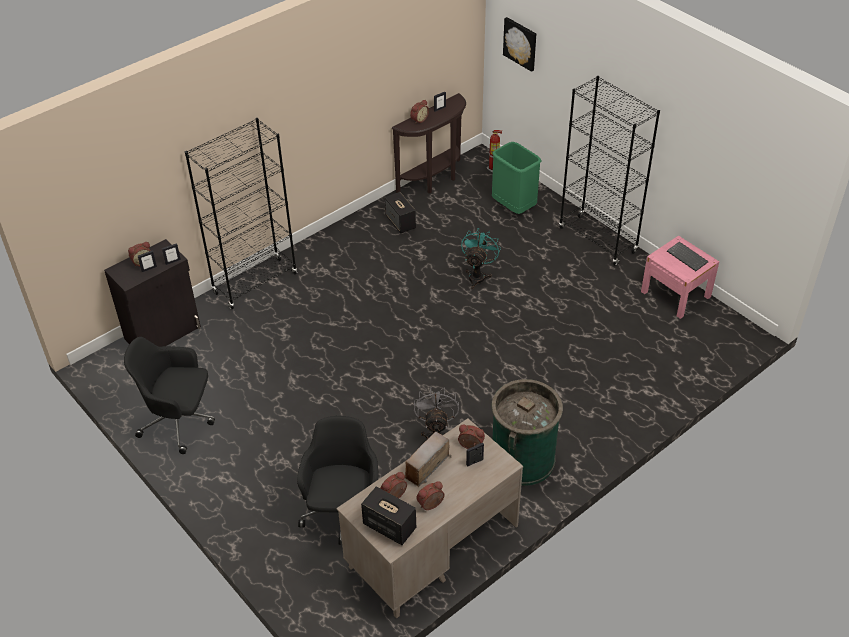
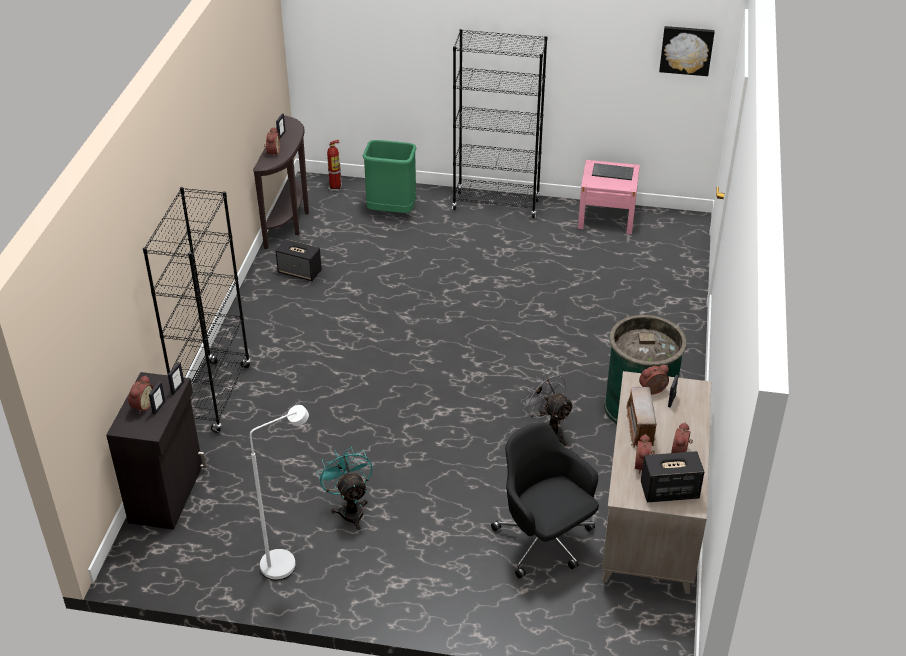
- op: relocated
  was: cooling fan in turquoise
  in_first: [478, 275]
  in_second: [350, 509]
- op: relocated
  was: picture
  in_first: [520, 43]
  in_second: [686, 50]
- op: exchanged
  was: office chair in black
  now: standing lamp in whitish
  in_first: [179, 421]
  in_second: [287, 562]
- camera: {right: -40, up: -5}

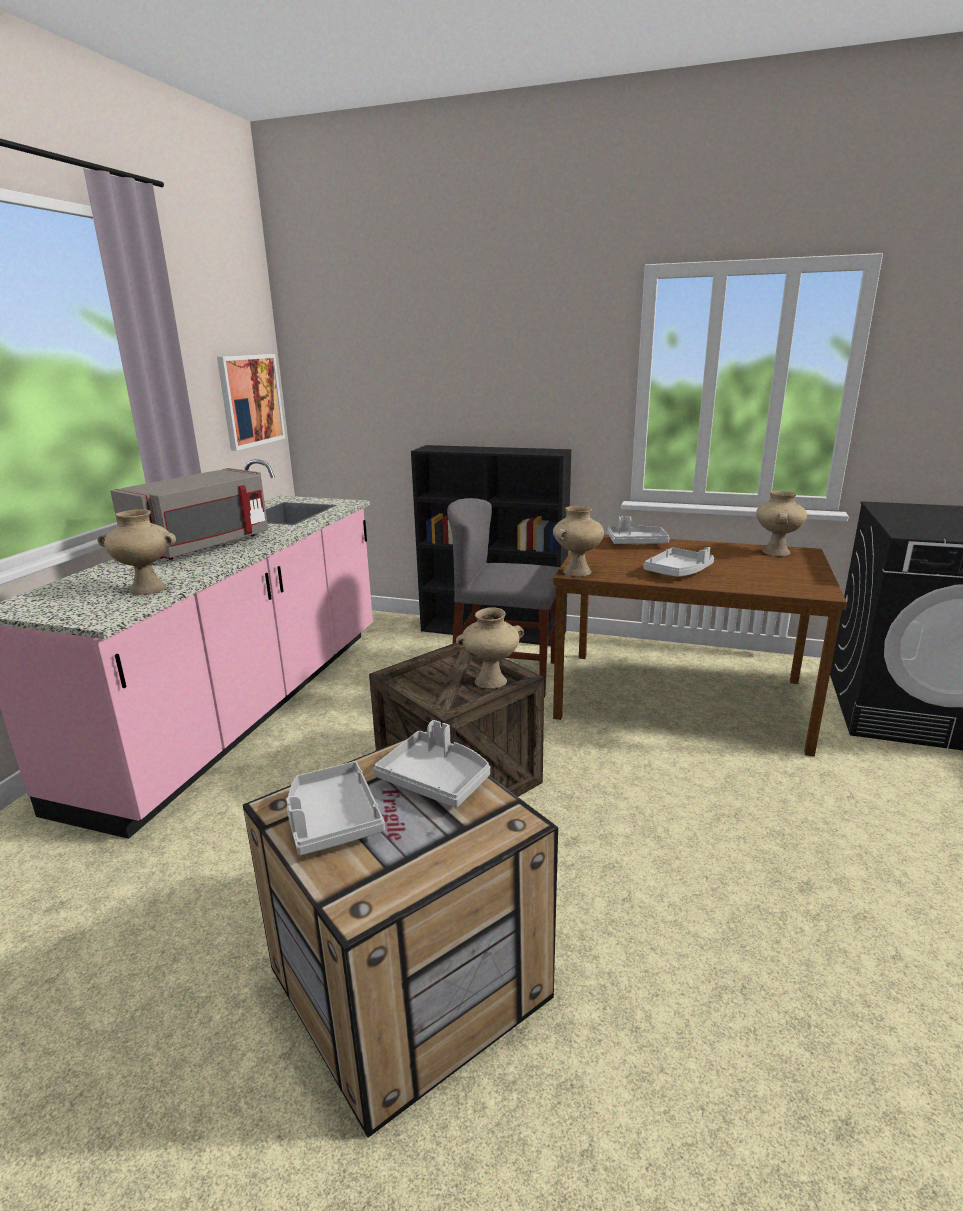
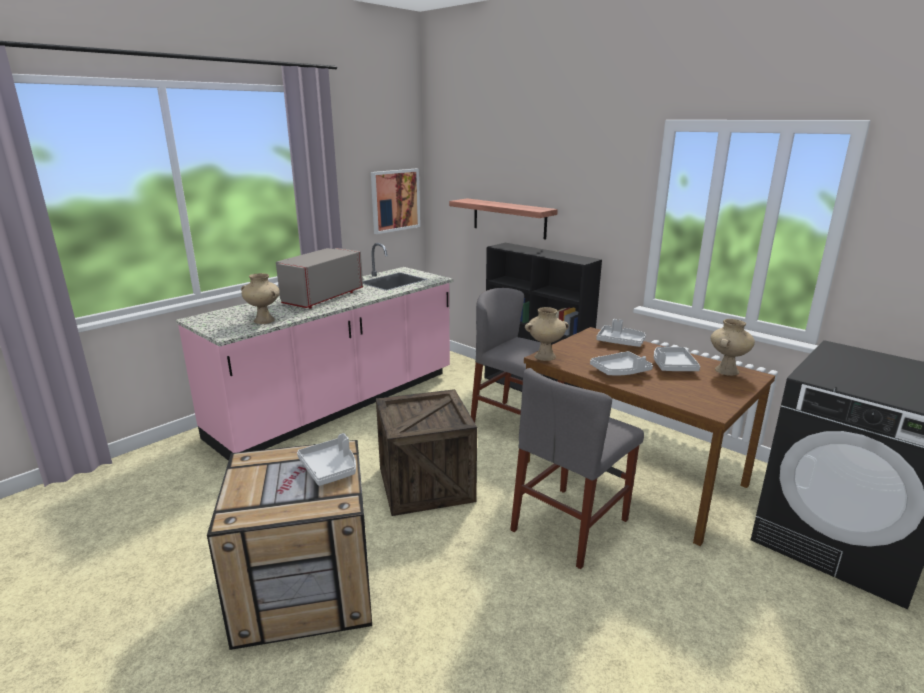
- op: missing
  was: flower vase in beige-coloured
  in_first: [490, 682]
- op: appeared
  now: wall shelf
  in_second: [509, 218]
- op: appeared
  now: plain chair in grey
  in_second: [570, 525]
- op: relocated
  was: serving tray in grey
  in_first: [332, 820]
  in_second: [672, 366]
- op: spun
  was: microwave in grey
  in_first: [204, 546]
  in_second: [321, 297]
  clockwise: 150
- camera: {right: 25, up: 0}

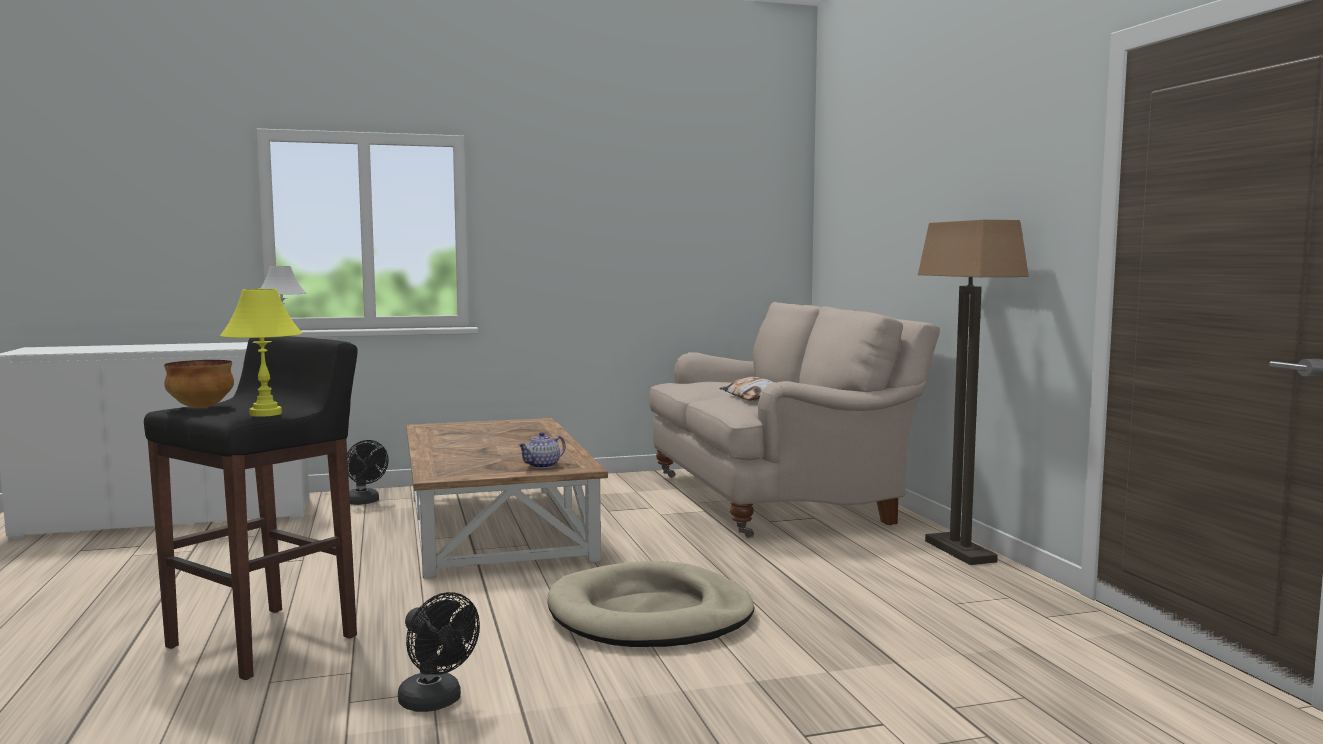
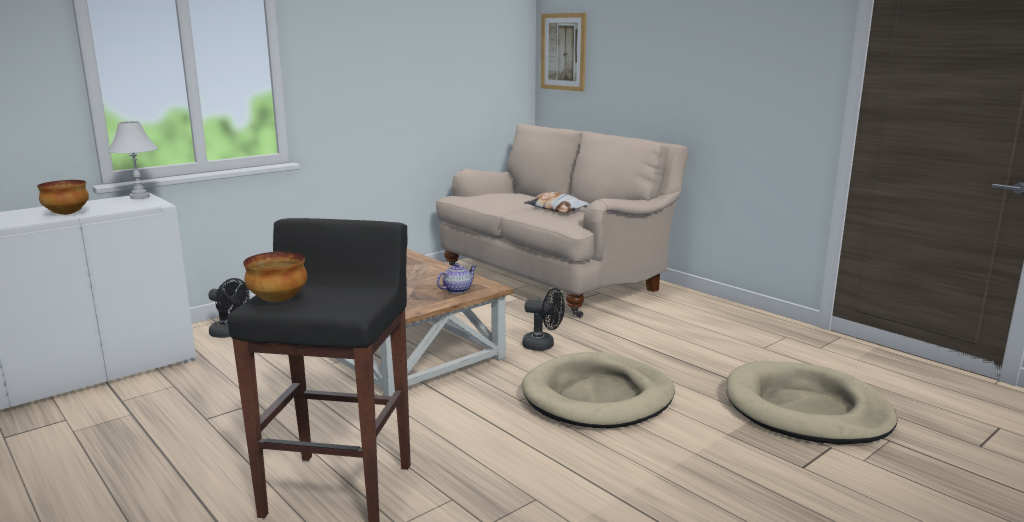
- op: missing
  was: tabletop lamp in yellow-coloured
  in_first: [265, 414]
- op: missing
  was: standing lamp
  in_first: [960, 551]
- op: appeared
  now: serving bowl
  in_second: [67, 214]
- op: appeared
  now: picture
  in_second: [563, 52]
- op: appeared
  now: dog bed in beige-coloured
  in_second: [806, 410]
- op: relocated
  was: cooling fan in black
  in_first: [436, 702]
  in_second: [543, 346]
- op: spun
  was: tea pot
  in_first: [543, 466]
  in_second: [456, 290]
  clockwise: -150
- camera: {right: -25, up: 10}

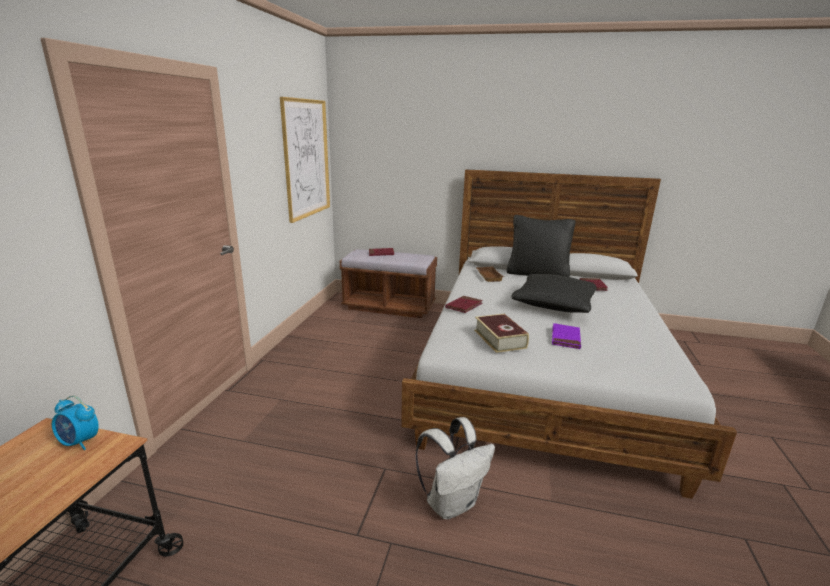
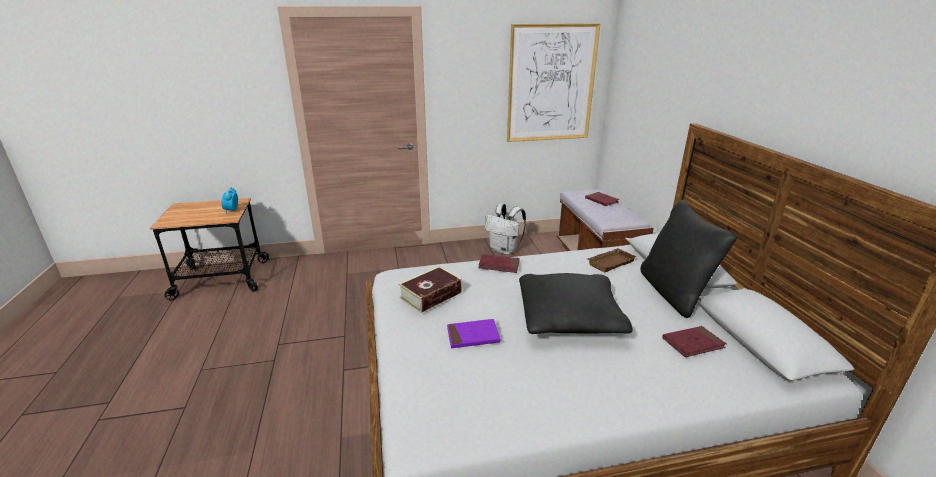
- op: relocated
  was: backpack in whitish
  in_first: [452, 502]
  in_second: [504, 250]
- camera: {right: 65, up: 5}

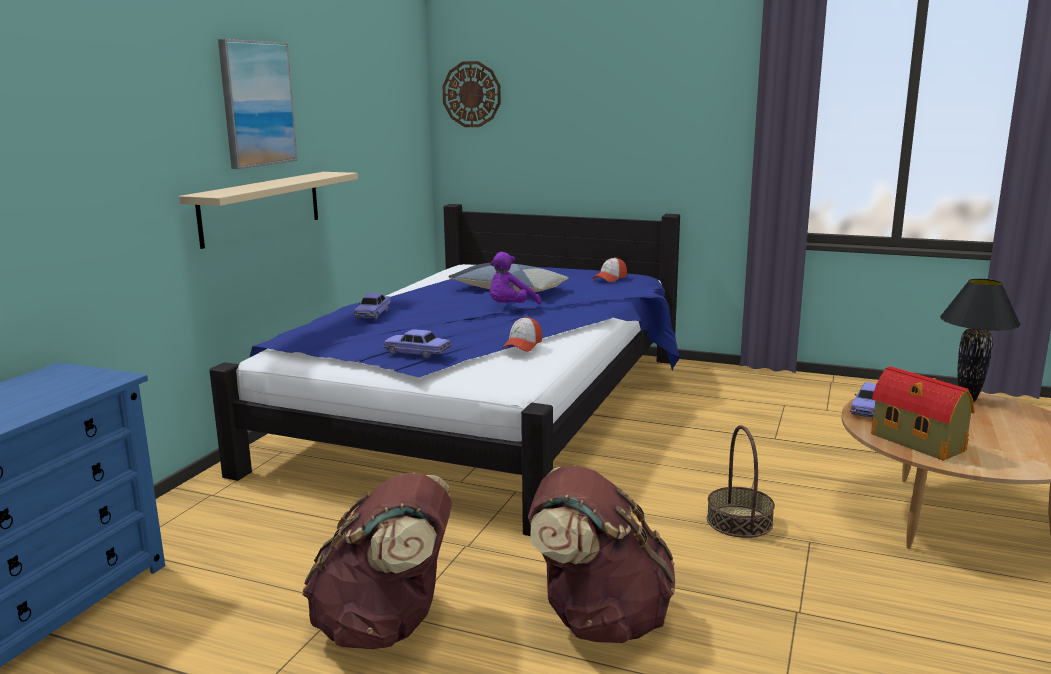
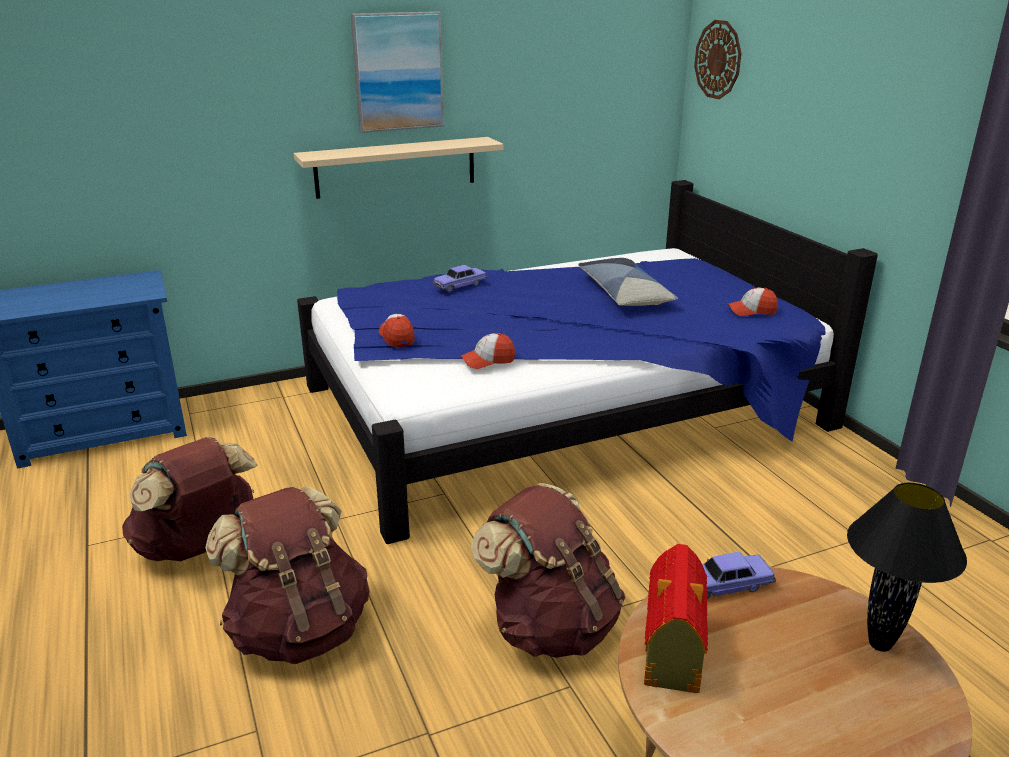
- op: missing
  was: cuddly toy in purple-coloured
  in_first: [510, 308]
- op: exchanged
  was: toy car
  now: peaked cap
  in_first: [417, 353]
  in_second: [396, 337]
- op: exchanged
  was: basket
  now: backpack in brownish
  in_first: [739, 521]
  in_second: [550, 626]
- camera: {right: 45, up: 10}

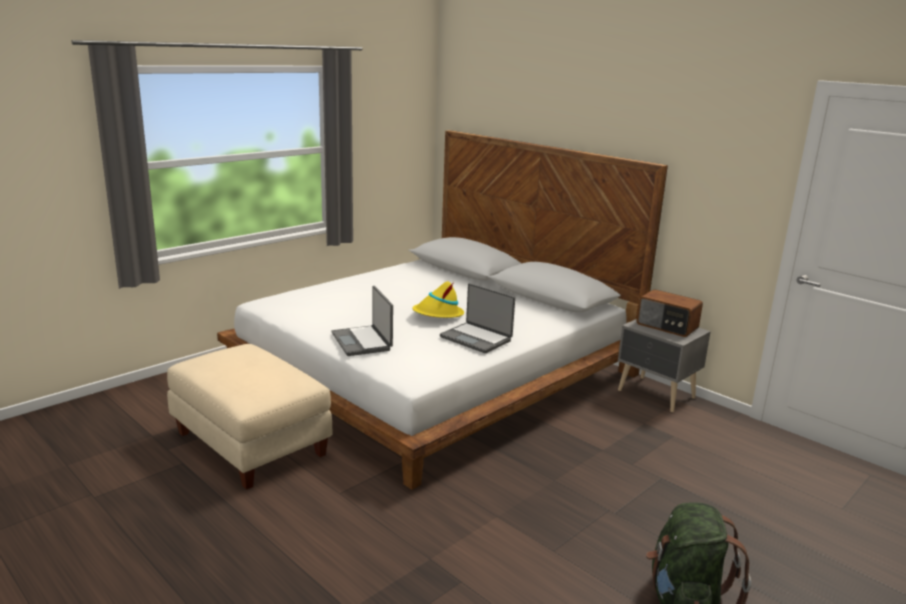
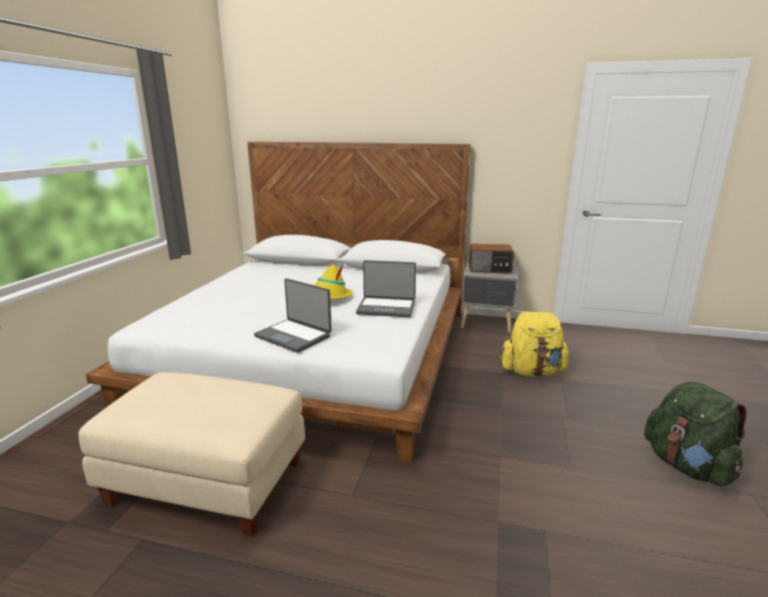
- op: appeared
  now: backpack in yellow-coloured
  in_second: [532, 371]
- camera: {right: -30, up: 0}

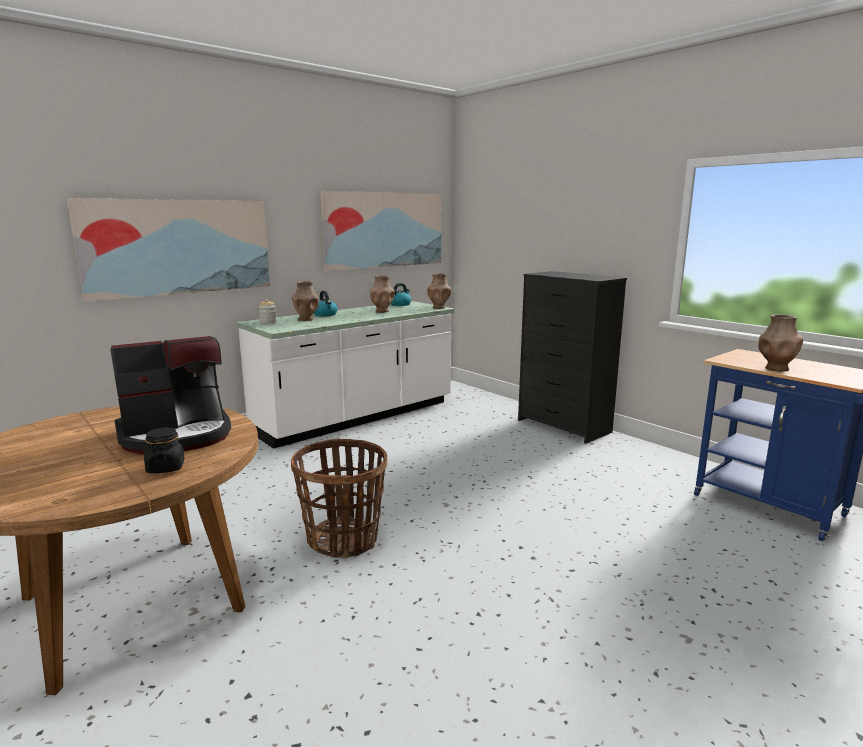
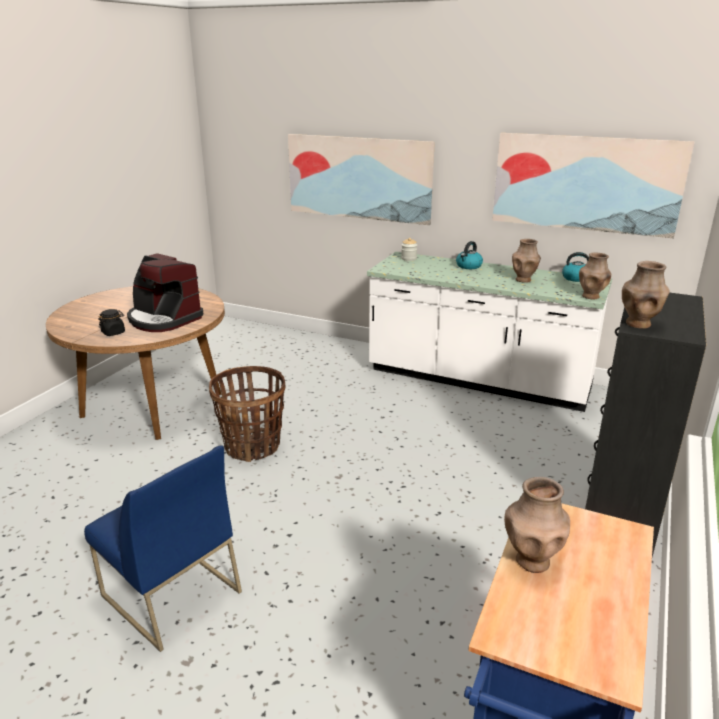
- op: appeared
  now: plain chair in blue
  in_second: [170, 594]
- op: relocated
  was: flower vase in brownish
  in_first: [306, 319]
  in_second: [638, 324]
- camera: {right: 65, up: 10}

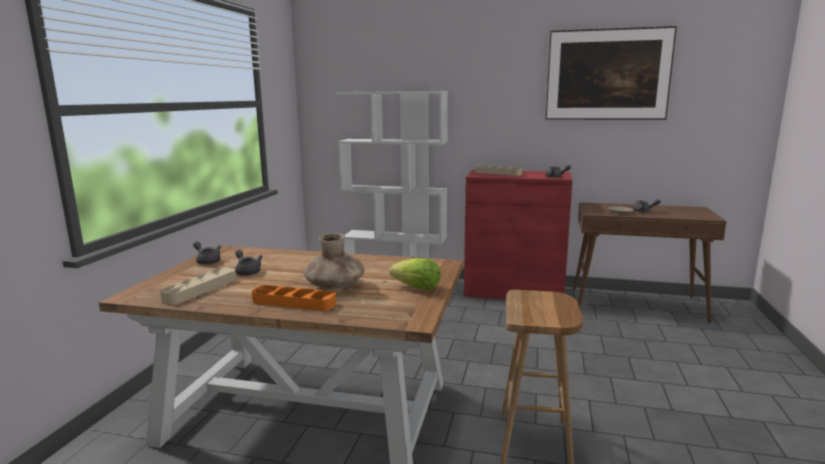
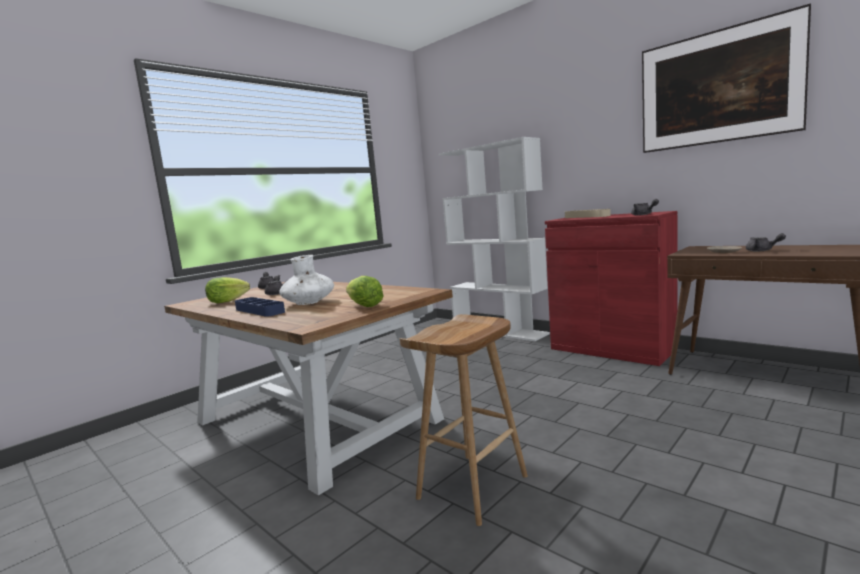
- op: exchanged
  was: serving tray in beige-coloured
  now: lettuce
  in_first: [200, 289]
  in_second: [227, 301]
- op: colour
  was: serving tray in orange
  now: serving tray in blue
  in_first: [294, 302]
  in_second: [259, 311]
- op: colour
  was: flower vase in brownish
  now: flower vase in whitish
  in_first: [335, 286]
  in_second: [309, 303]
- camera: {right: 30, up: -5}

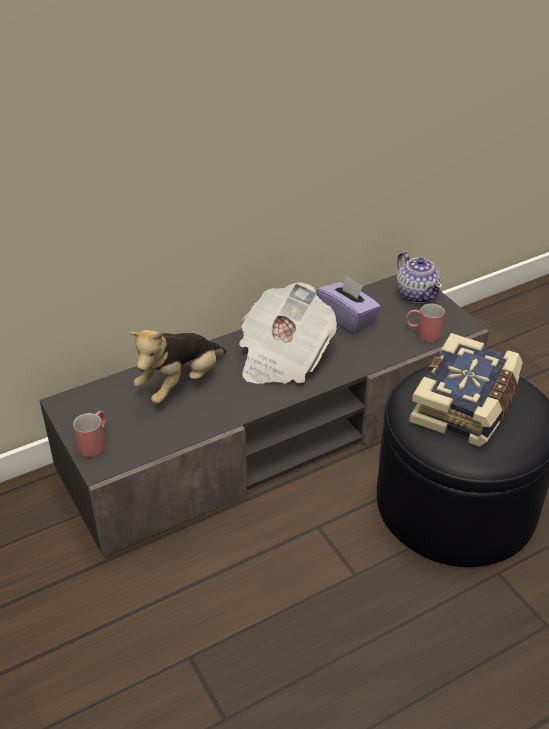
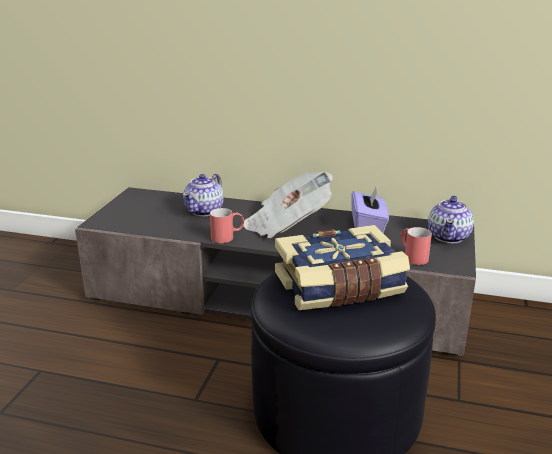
- op: relocated
  was: coffee mug in red
  in_first: [95, 442]
  in_second: [227, 237]
- op: exchanged
  was: cuddly toy
  now: tea pot
  in_first: [181, 384]
  in_second: [205, 211]
- camera: {right: 45, up: -15}

